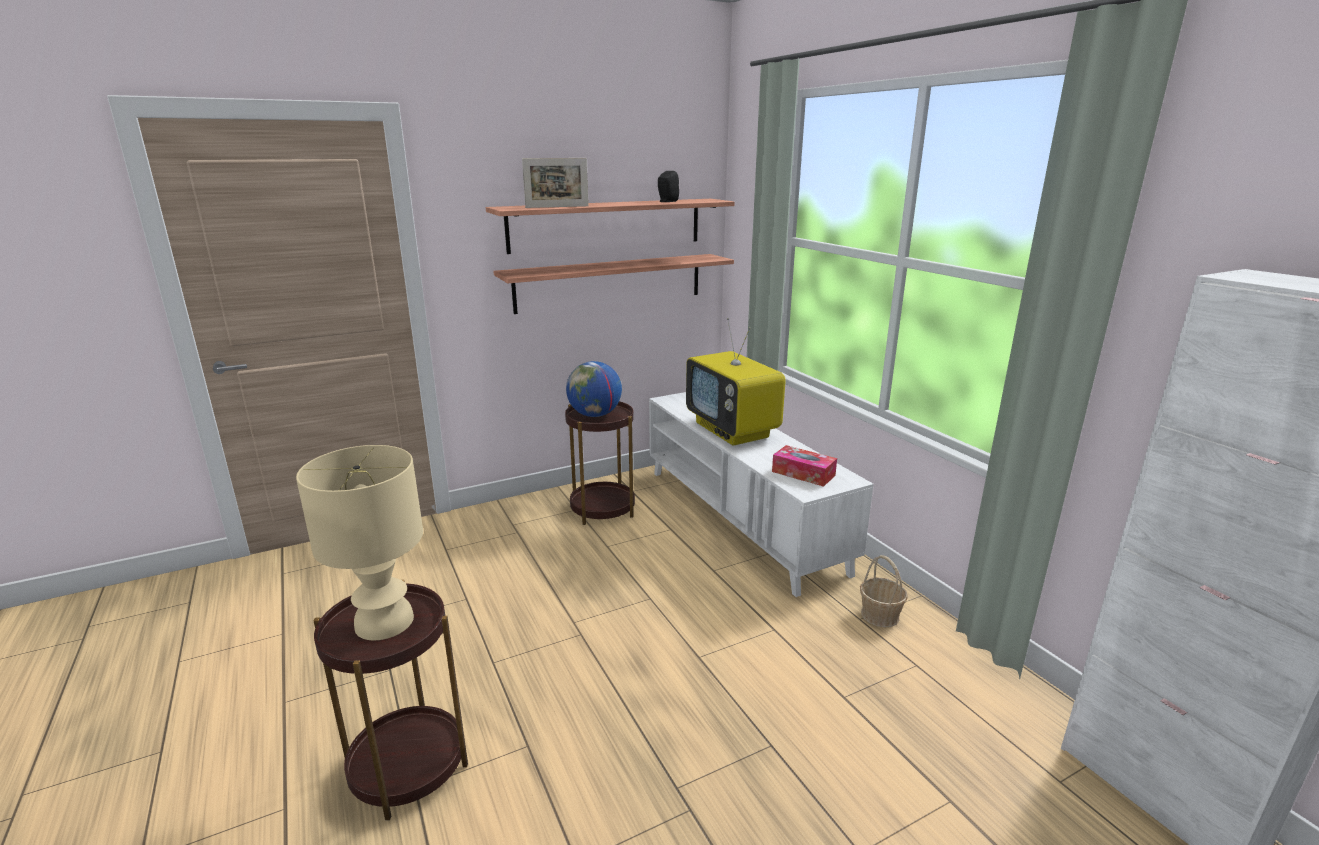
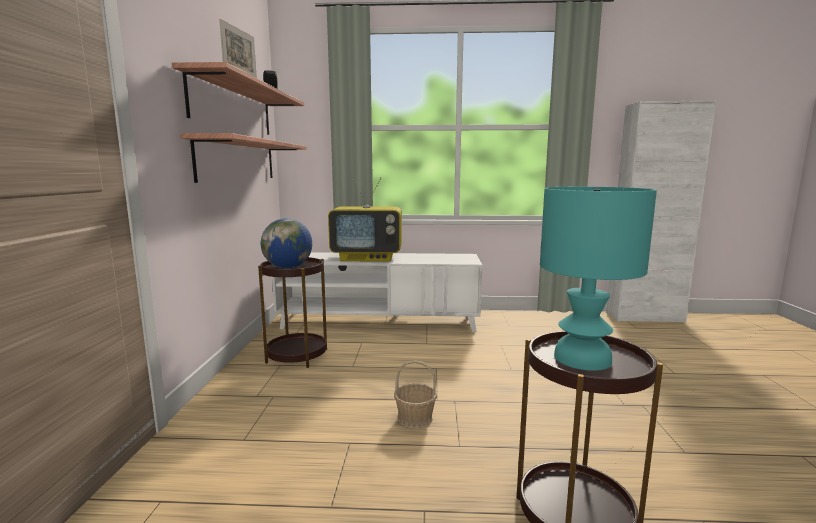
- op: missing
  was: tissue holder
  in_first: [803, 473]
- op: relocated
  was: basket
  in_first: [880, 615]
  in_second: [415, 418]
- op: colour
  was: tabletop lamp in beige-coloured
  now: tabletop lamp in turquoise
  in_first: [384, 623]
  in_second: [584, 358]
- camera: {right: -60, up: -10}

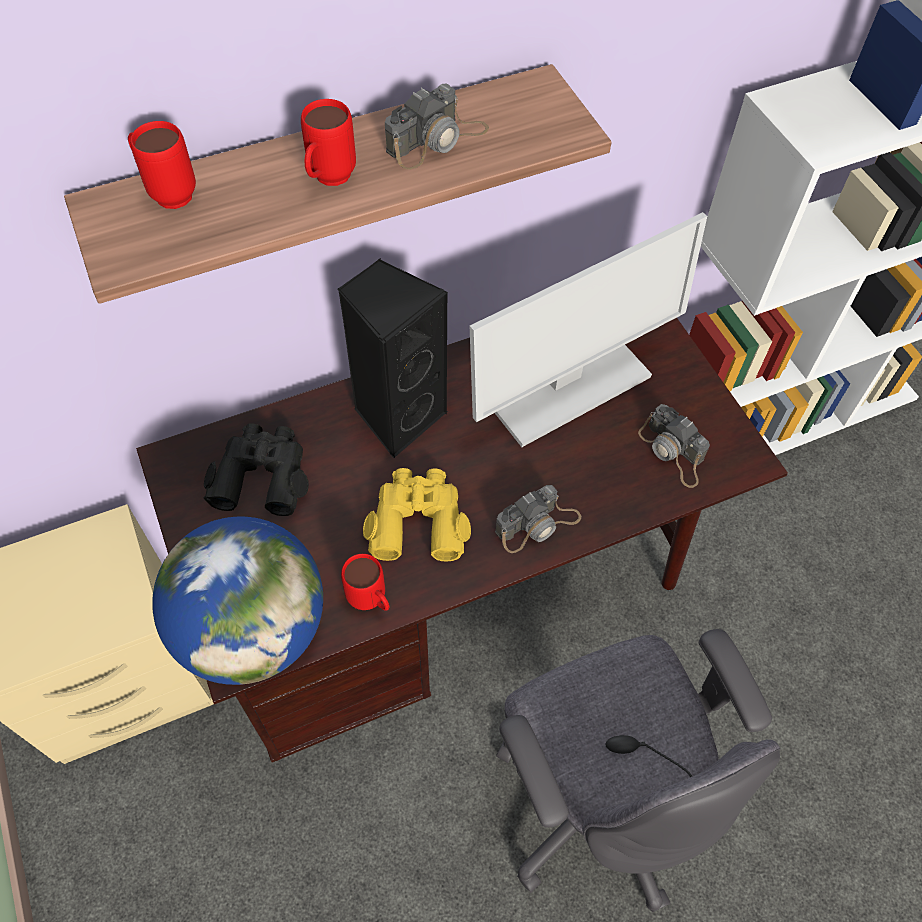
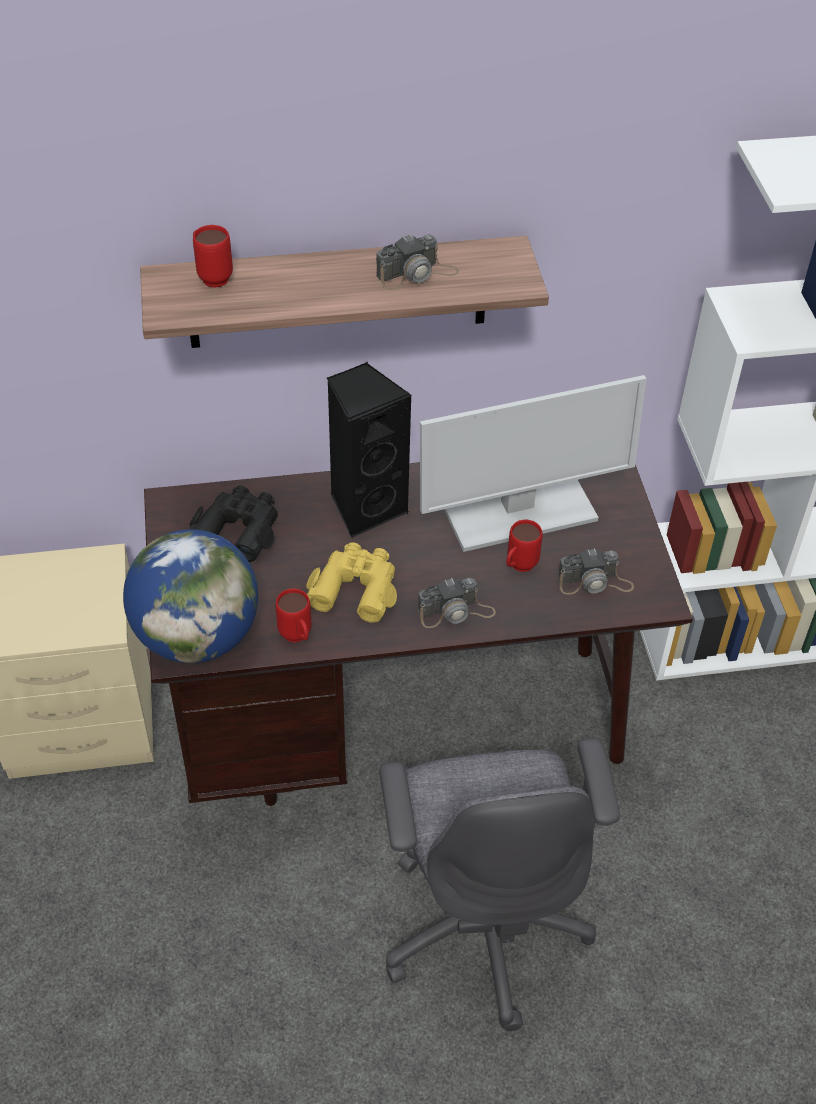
- op: relocated
  was: coffee mug in red
  in_first: [328, 181]
  in_second: [518, 567]
- op: spun
  was: photo camera
  in_first: [673, 452]
  in_second: [595, 582]
  clockwise: -75
- camera: {right: 15, up: -10}

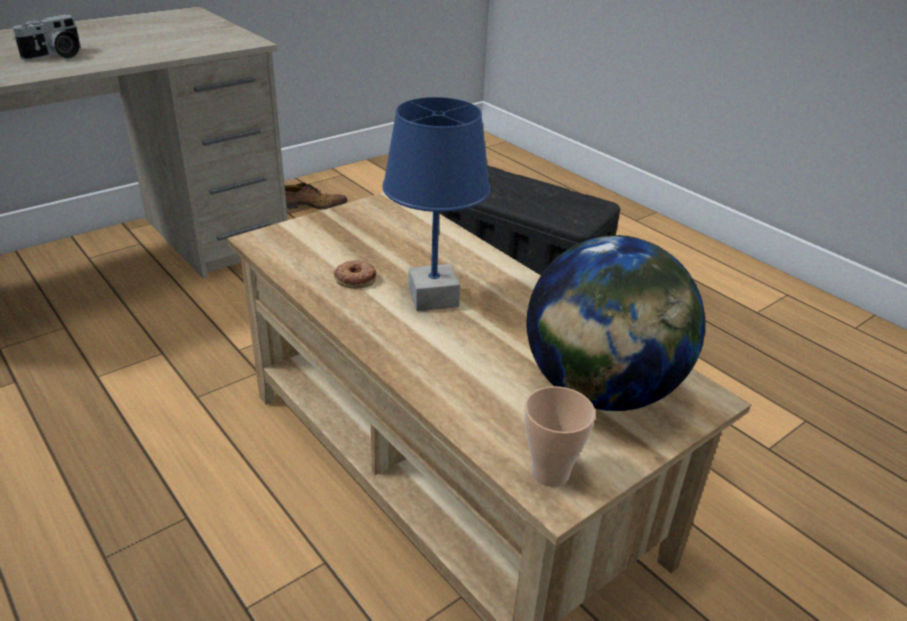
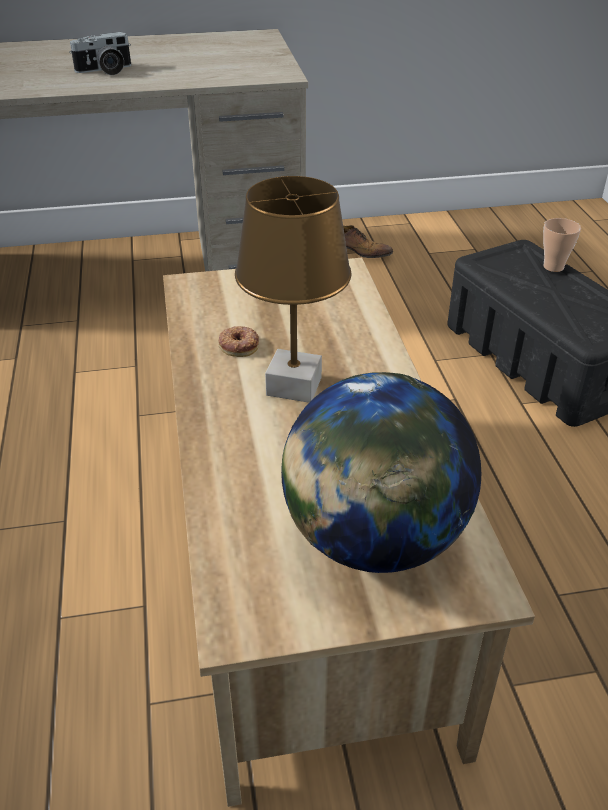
- op: relocated
  was: drinking cup
  in_first: [550, 473]
  in_second: [553, 267]
- op: colour
  was: tabletop lamp in blue
  now: tabletop lamp in brownish
  in_first: [432, 298]
  in_second: [293, 387]
- camera: {right: 30, up: 5}

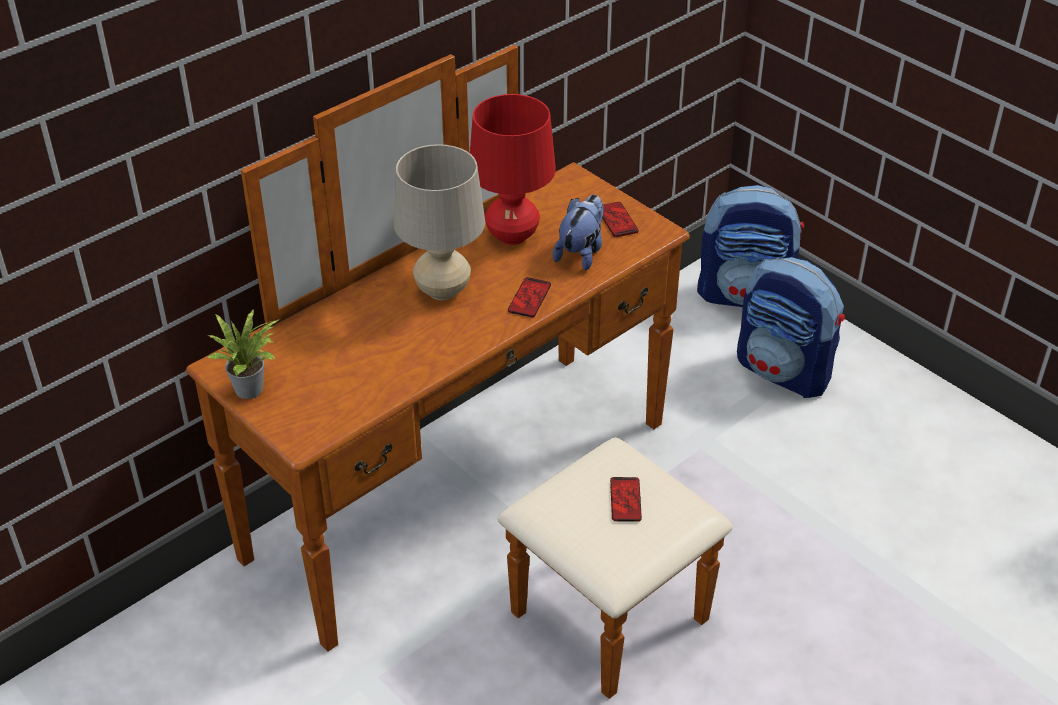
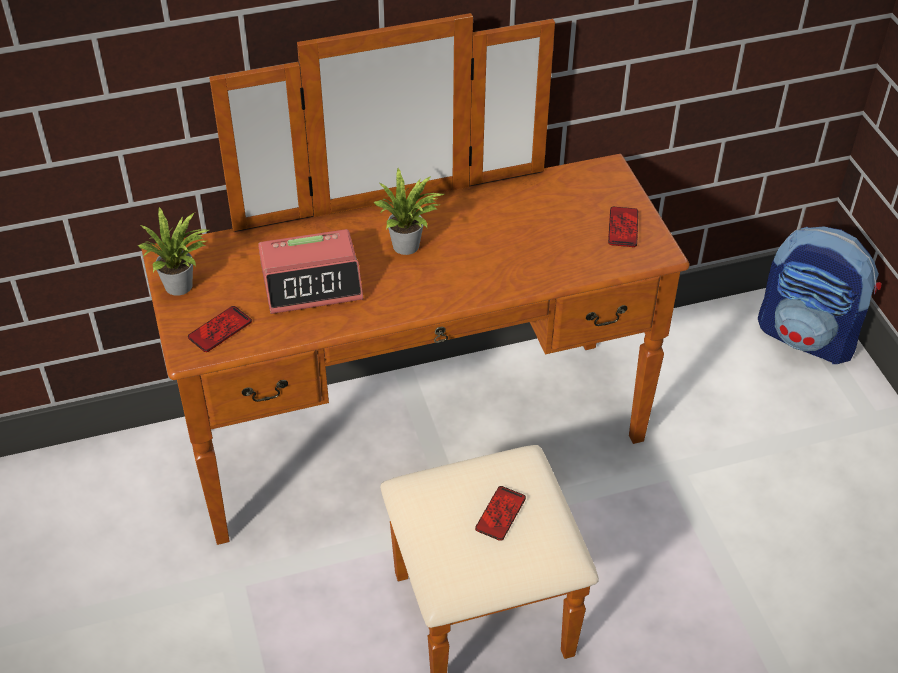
- op: missing
  was: tabletop lamp in red
  in_first: [512, 236]
- op: missing
  was: cuddly toy
  in_first: [581, 252]
- op: missing
  was: backpack
  in_first: [784, 371]
- op: appeared
  now: table clock
  in_second: [312, 282]
- op: relocated
  was: phone
  in_first: [529, 298]
  in_second: [220, 330]
- op: exchanged
  was: tabletop lamp in beige-coloured
  now: potted plant
  in_first: [443, 290]
  in_second: [409, 247]
- camera: {right: 25, up: 5}

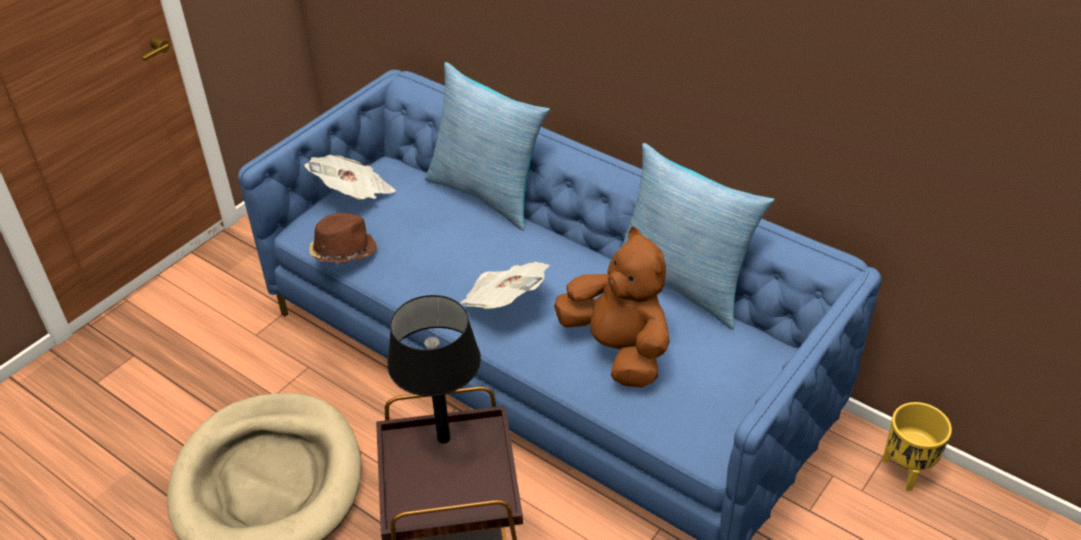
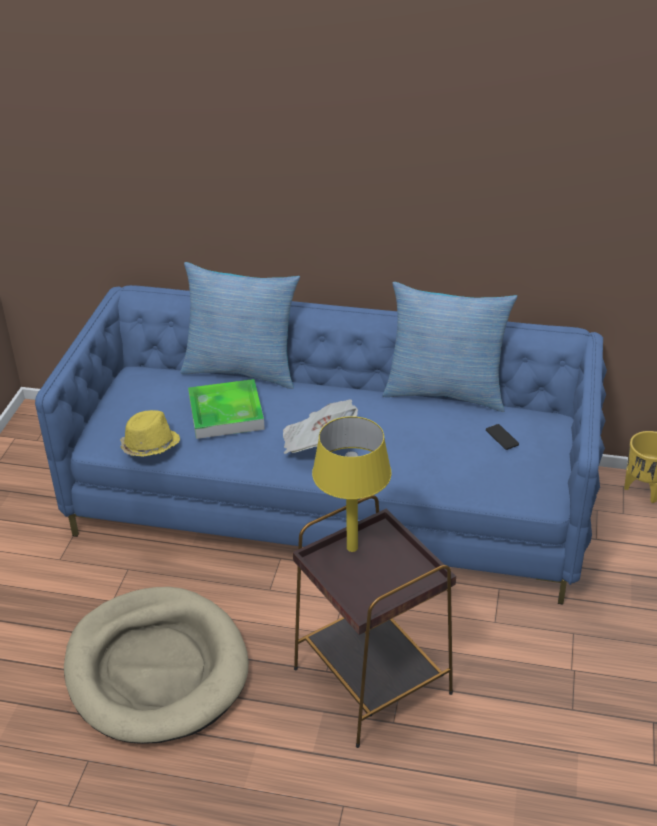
- op: missing
  was: daily paper
  in_first: [354, 193]
- op: missing
  was: cuddly toy in brownish
  in_first: [618, 350]
- op: appeared
  now: serving tray
  in_second: [226, 413]
- op: appeared
  now: phone
  in_second: [502, 437]
- op: colour
  was: clothing hat in brownish
  now: clothing hat in yellow-coloured
  in_first: [342, 251]
  in_second: [149, 447]
- op: colour
  was: tabletop lamp in black
  now: tabletop lamp in yellow-coloured
  in_first: [444, 438]
  in_second: [353, 547]
- camera: {right: -25, up: -5}

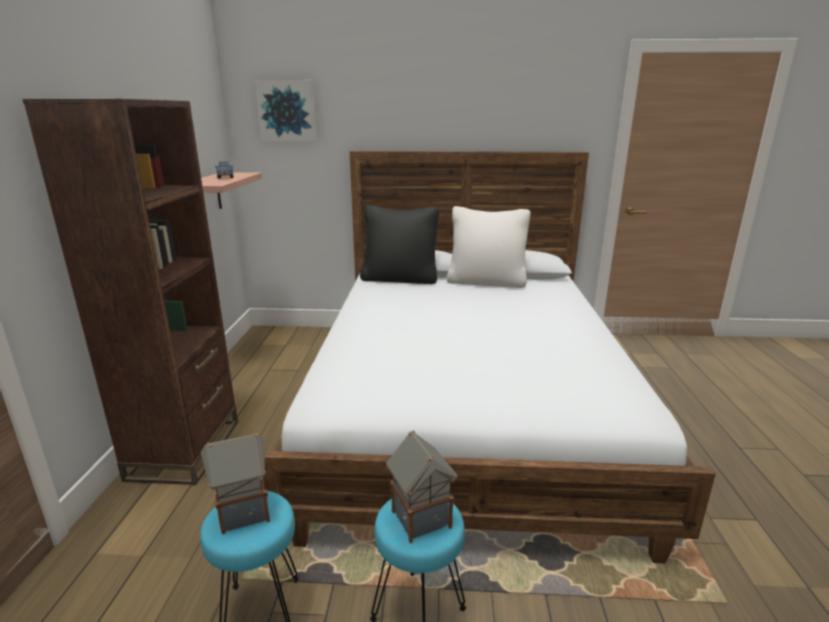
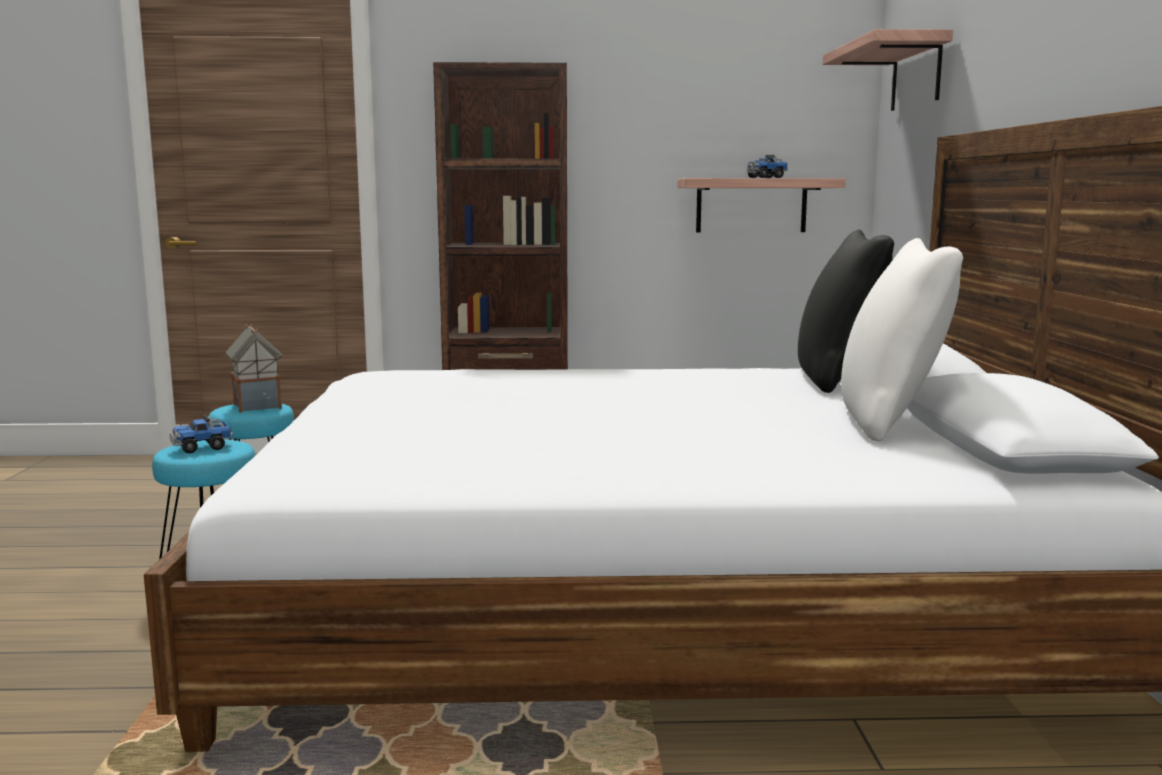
- op: exchanged
  was: picture
  now: wall shelf
  in_first: [287, 111]
  in_second: [916, 74]
- op: exchanged
  was: toy house
  now: model truck
  in_first: [420, 518]
  in_second: [203, 448]
- camera: {right: 85, up: -10}

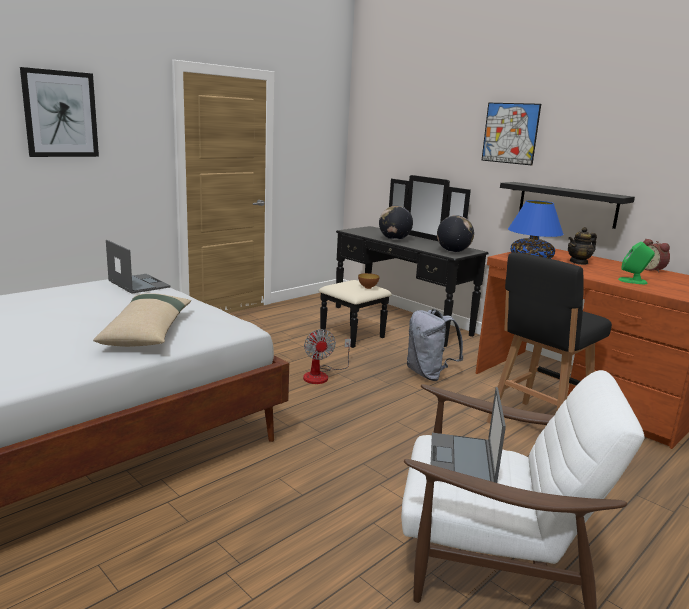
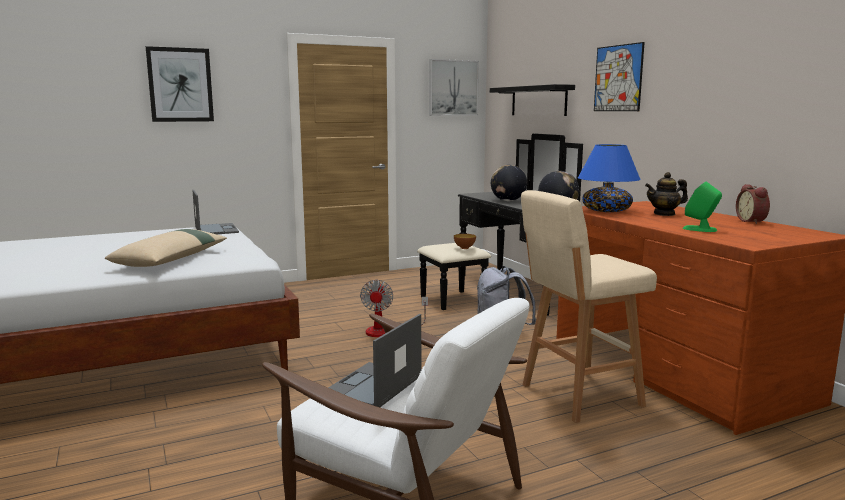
- op: appeared
  now: picture
  in_second: [453, 88]
- op: relocated
  was: wall shelf in black
  in_first: [567, 204]
  in_second: [538, 101]
- op: colour
  was: stool seat in black
  now: stool seat in beige-coloured
  in_first: [537, 427]
  in_second: [578, 396]
- camera: {right: 20, up: -5}

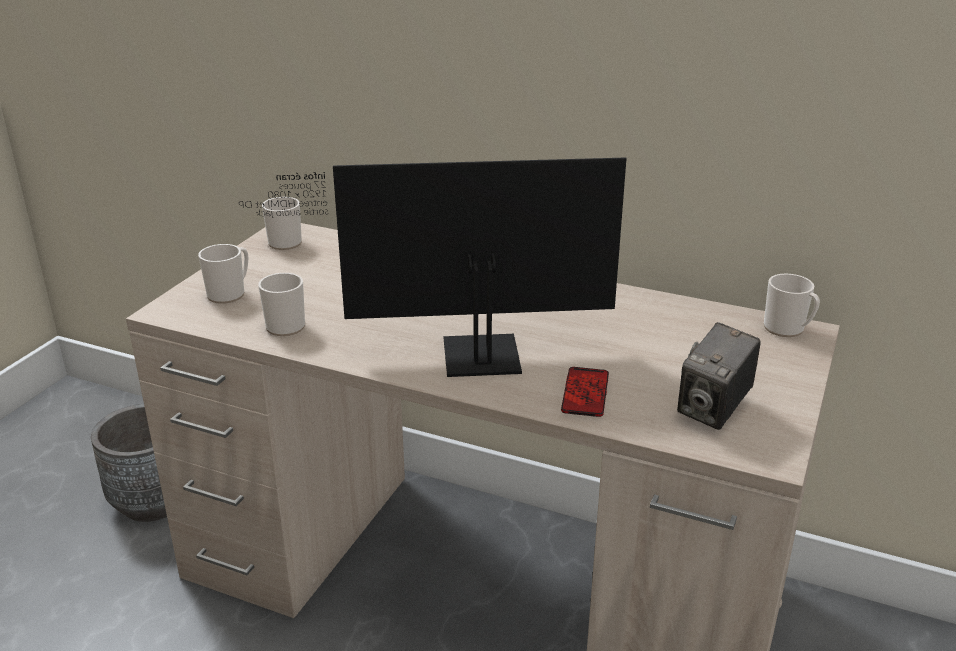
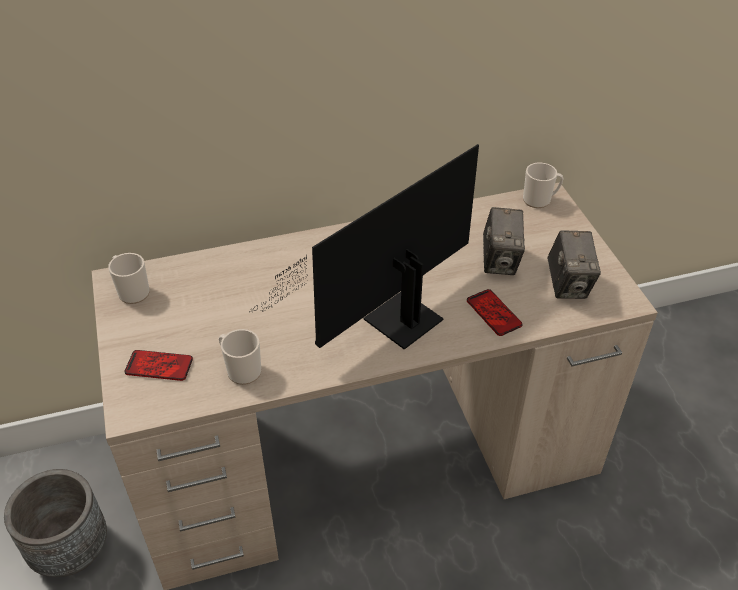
- op: appeared
  now: photo camera
  in_second: [500, 261]
- op: exchanged
  was: coffee mug
  now: phone
  in_first: [230, 293]
  in_second: [159, 366]
- camera: {right: -40, up: 15}

